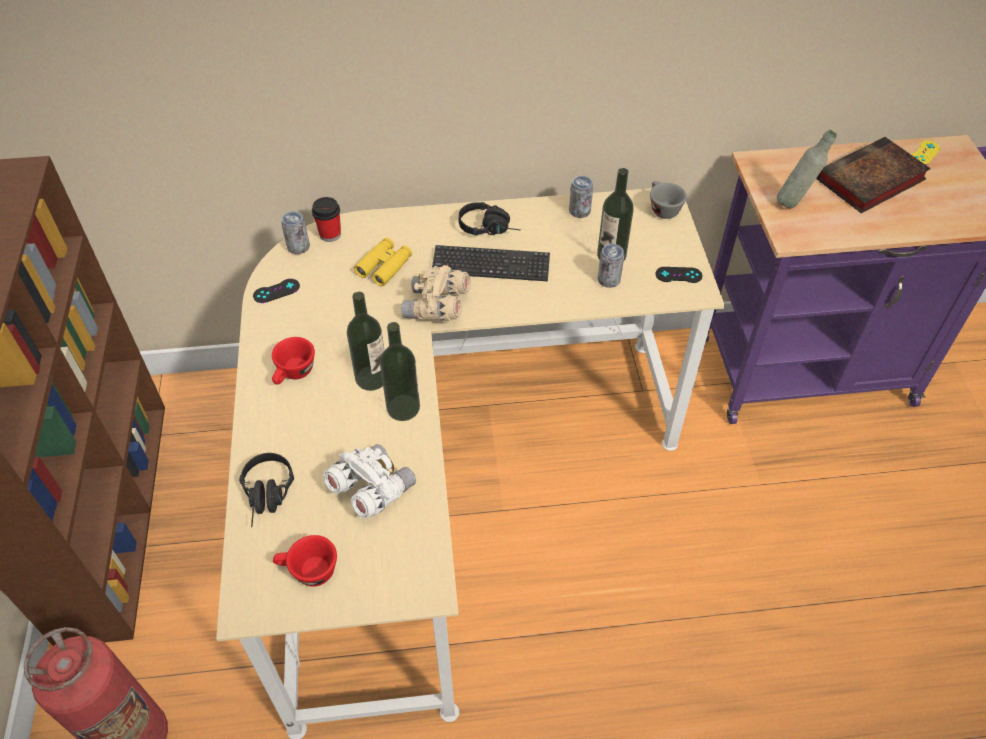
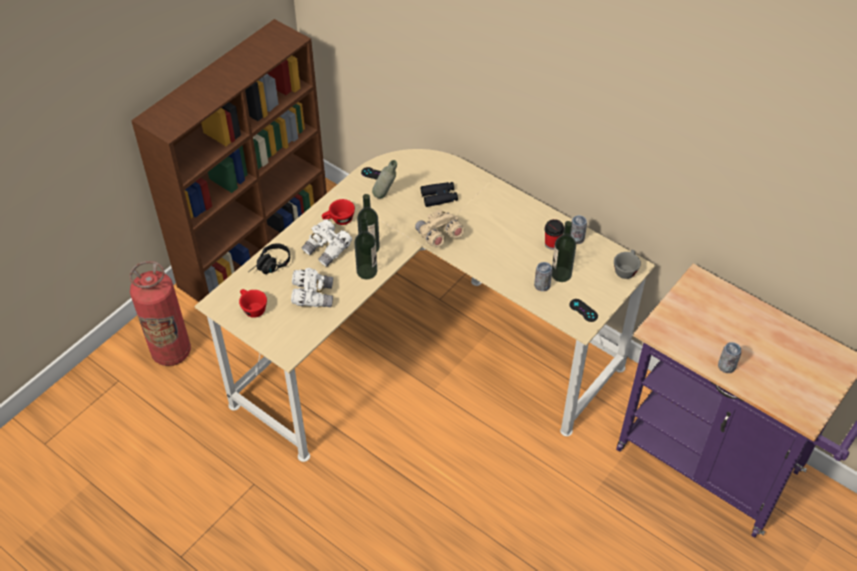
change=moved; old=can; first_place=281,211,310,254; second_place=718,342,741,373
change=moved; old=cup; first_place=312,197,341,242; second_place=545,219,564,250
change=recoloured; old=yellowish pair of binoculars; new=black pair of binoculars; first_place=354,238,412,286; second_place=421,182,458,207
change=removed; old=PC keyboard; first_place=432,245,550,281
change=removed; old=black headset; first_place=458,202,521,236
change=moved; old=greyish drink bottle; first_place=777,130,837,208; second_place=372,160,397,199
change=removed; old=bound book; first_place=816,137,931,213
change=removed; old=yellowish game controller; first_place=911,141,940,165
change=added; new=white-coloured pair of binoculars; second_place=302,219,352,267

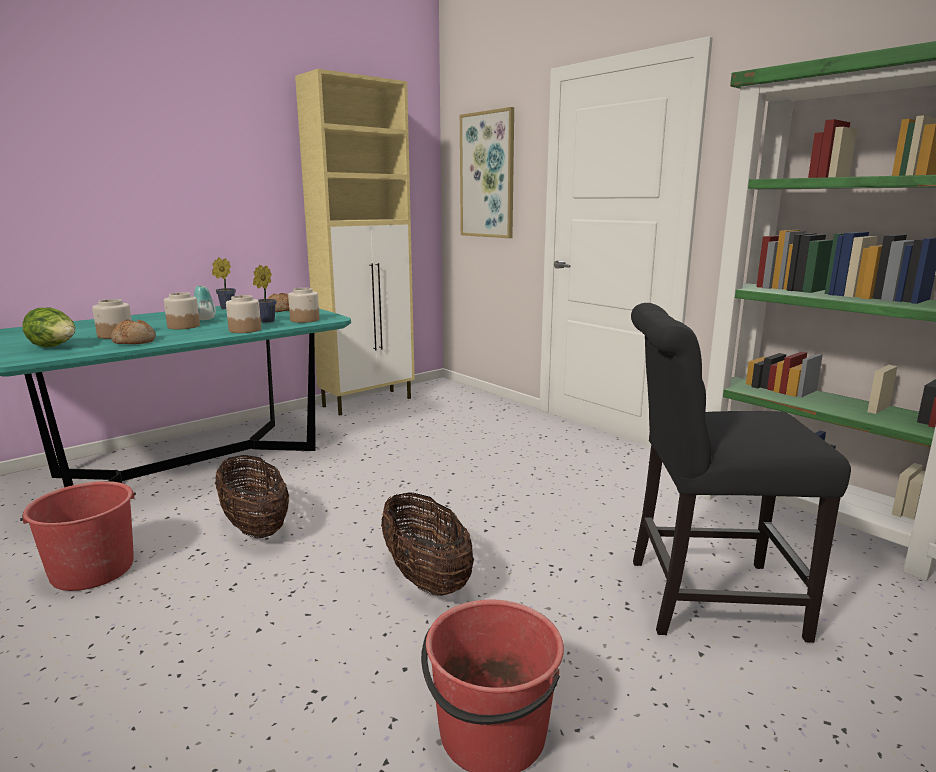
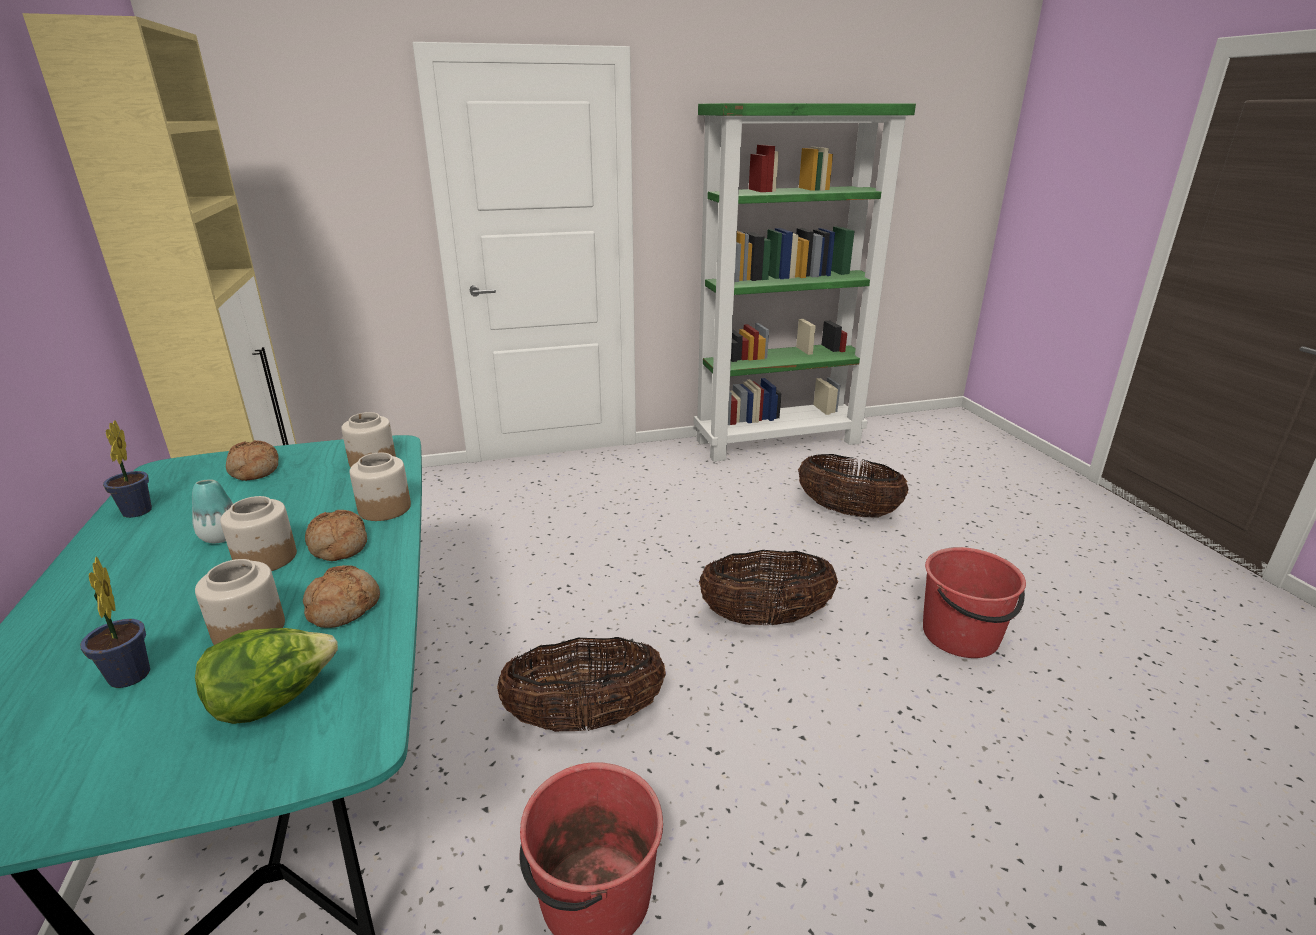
change=moved; old=plant in a pot; first_place=253,265,277,323; second_place=80,557,150,688
change=removed; old=picture; first_place=460,107,514,238
change=replaced; old=black chair; new=storage basket; first_place=631,303,851,643; second_place=798,454,908,518
change=added; new=bakery bread; second_place=305,510,367,561

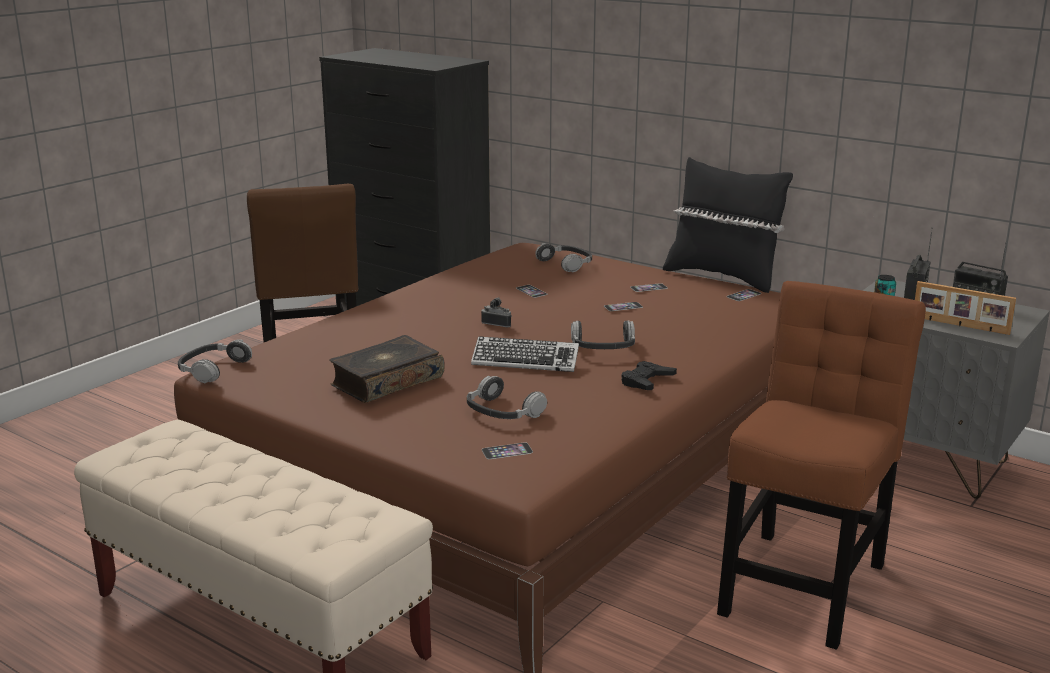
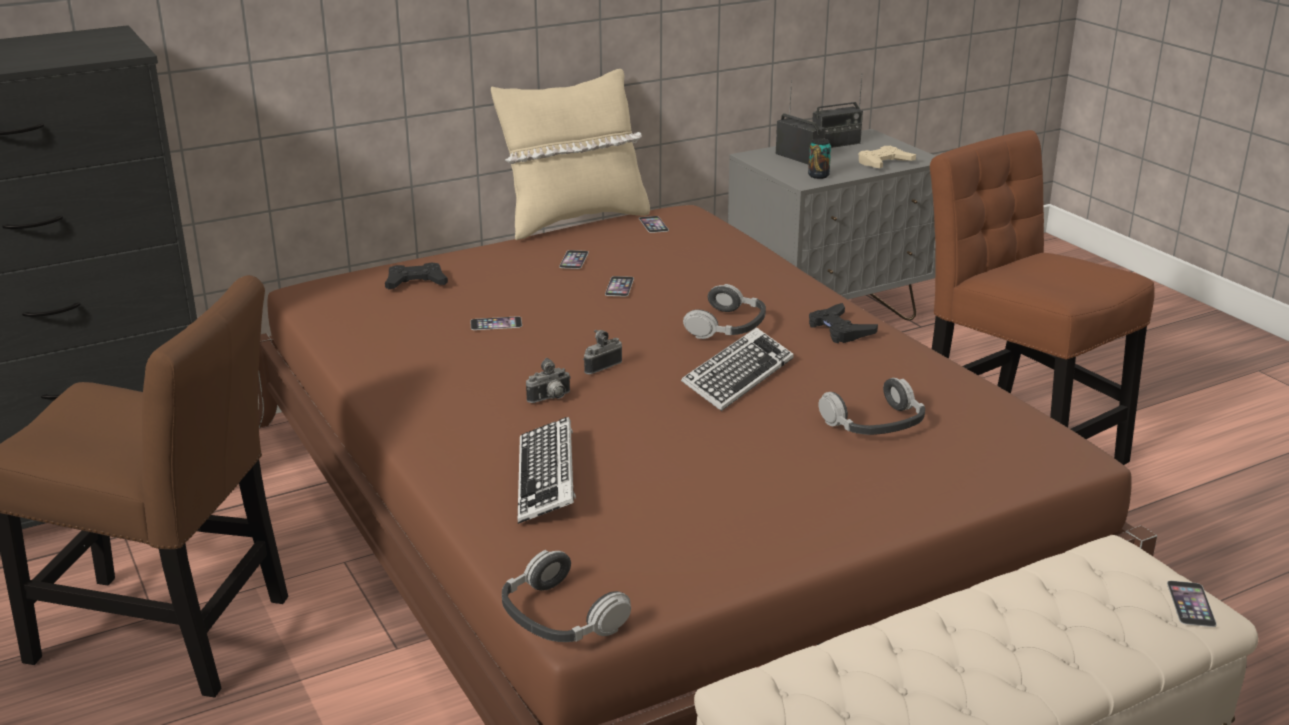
change=removed; old=bound book; first_place=330,335,445,403
change=moved; old=phone; first_place=482,442,533,459; second_place=1167,581,1217,627
change=replaced; old=headset; new=black game controller; first_place=535,243,592,272; second_place=385,263,448,289
change=recoloured; old=black cushion; new=beige cushion; first_place=663,157,793,293; second_place=491,69,650,240
change=replaced; old=photo frame; new=beige game controller; first_place=915,281,1016,335; second_place=858,146,916,168
change=added; new=PC keyboard; second_place=518,417,576,524
change=added; new=still camera; second_place=526,358,571,403

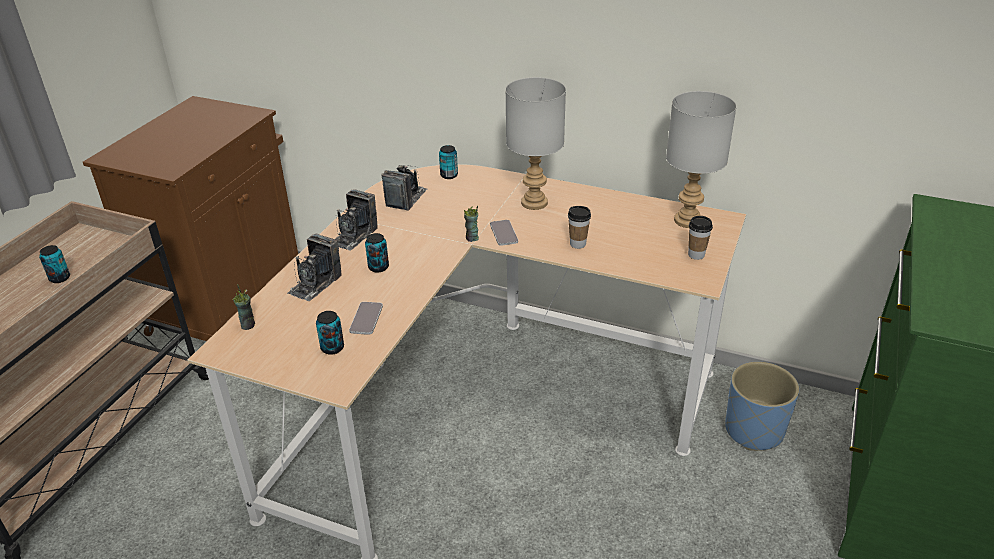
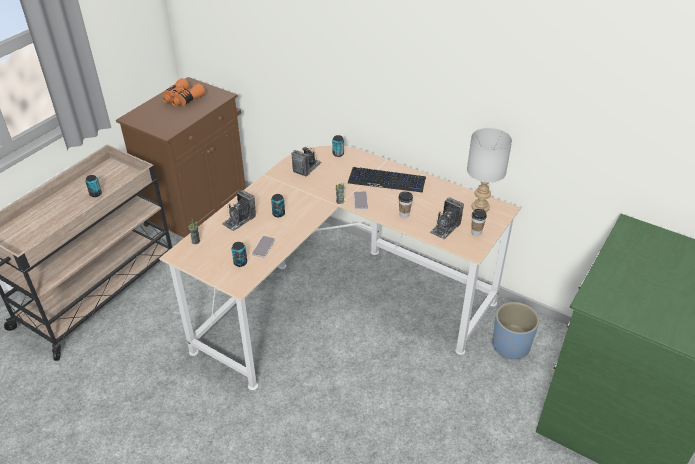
change=moved; old=still camera; first_place=335,189,378,250; second_place=430,197,464,239
change=replaced; old=greyish lamp for a table; new=PC keyboard; first_place=505,77,566,210; second_place=348,167,426,193
change=added; new=orangey pair of binoculars; second_place=163,78,205,106

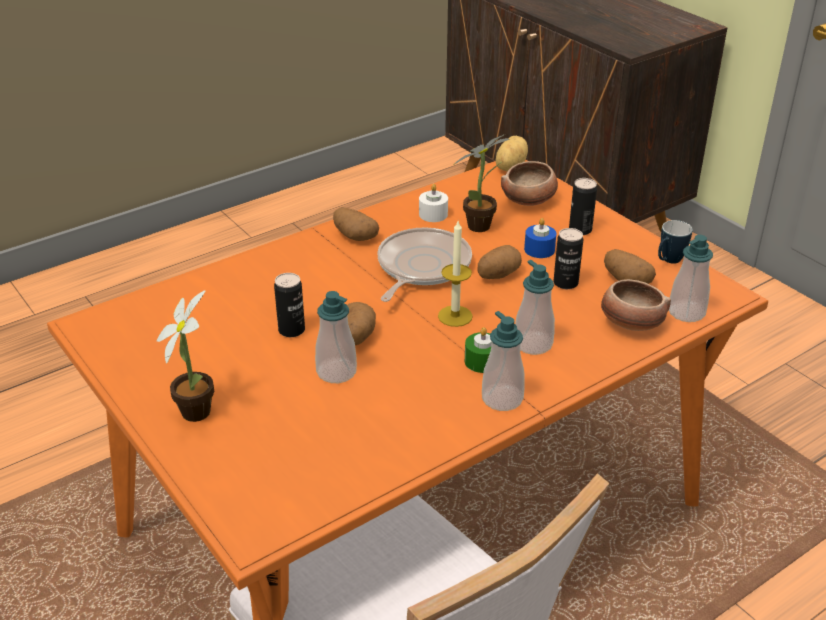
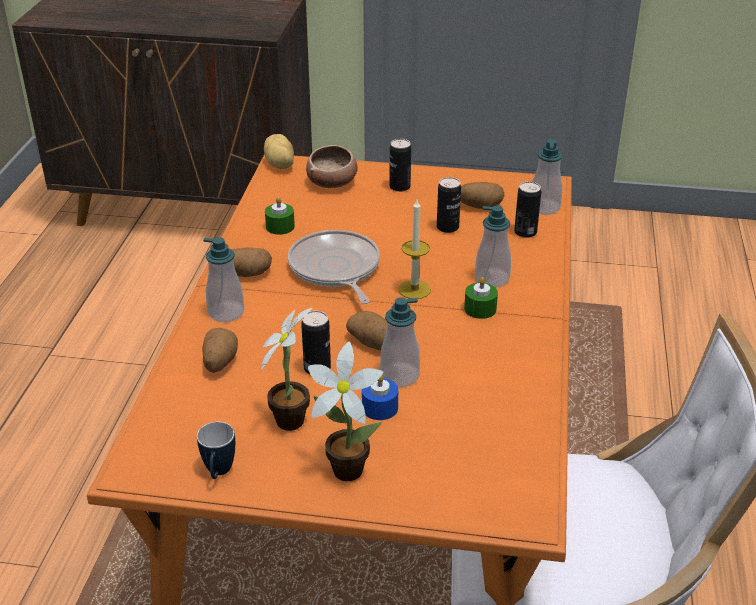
change=recoloured; old=white-coloured candle; new=green candle; first_place=419,184,448,222; second_place=265,197,295,235
change=moved; old=plant in a pot; first_place=453,134,510,232; second_place=261,308,312,431
change=moved; old=potato; first_place=477,245,522,279; second_place=203,328,238,373
change=moved; old=liquid soap bottle; first_place=482,311,525,411; second_place=203,237,244,322
change=moved; old=blue candle; first_place=524,218,557,258; second_place=362,376,398,420
change=replaced; old=serving bowl; new=can; first_place=601,279,671,331; second_place=514,182,541,238
change=moved; old=mug; first_place=658,220,693,264; second_place=197,422,235,479

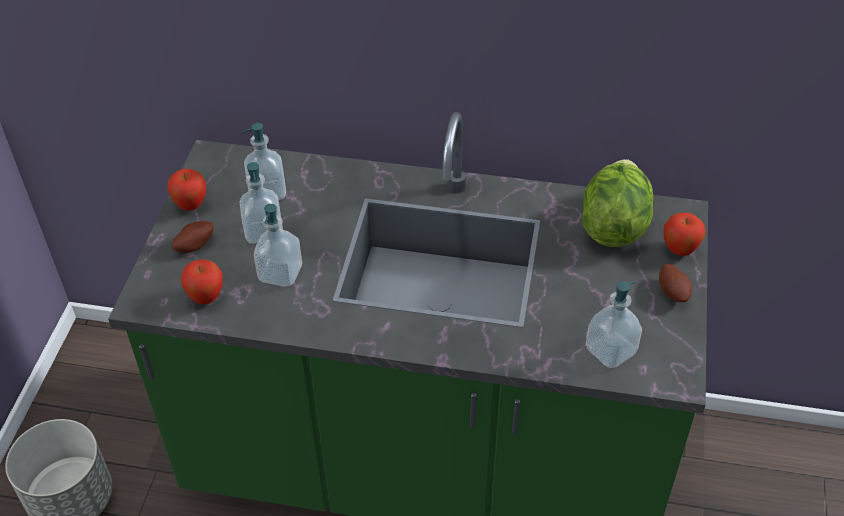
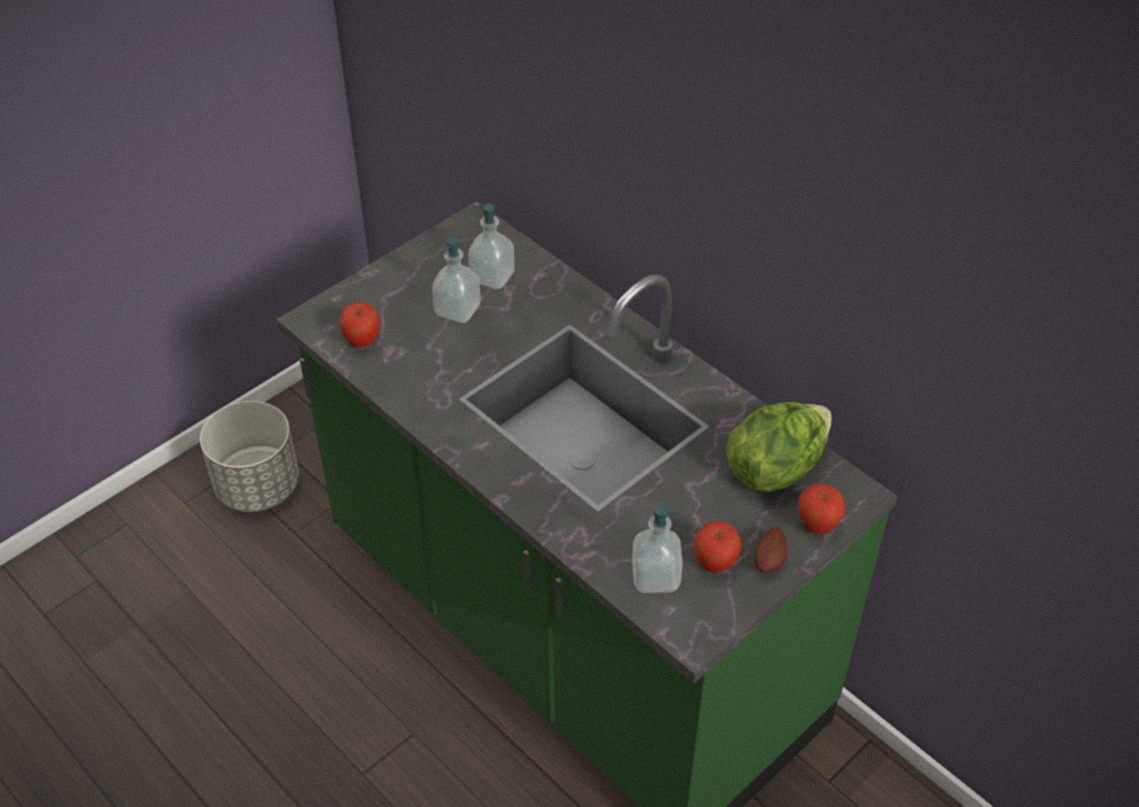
change=moved; old=apple; first_place=167,169,206,211; second_place=694,521,742,573
change=removed; old=potato; first_place=172,221,214,253
change=removed; old=liquid soap bottle; first_place=254,204,302,287

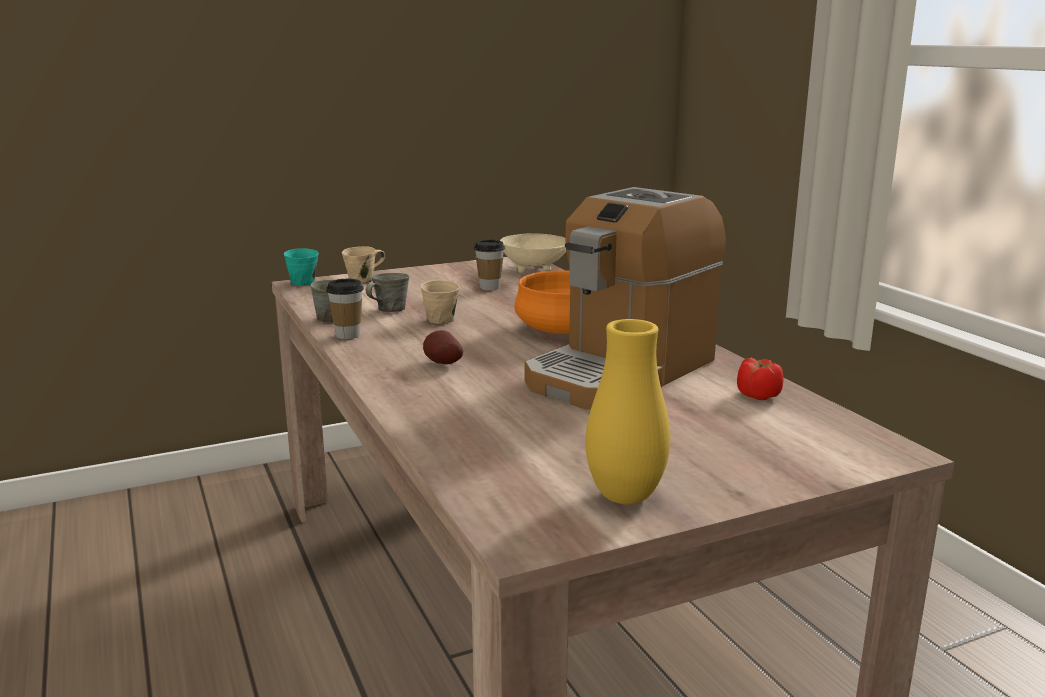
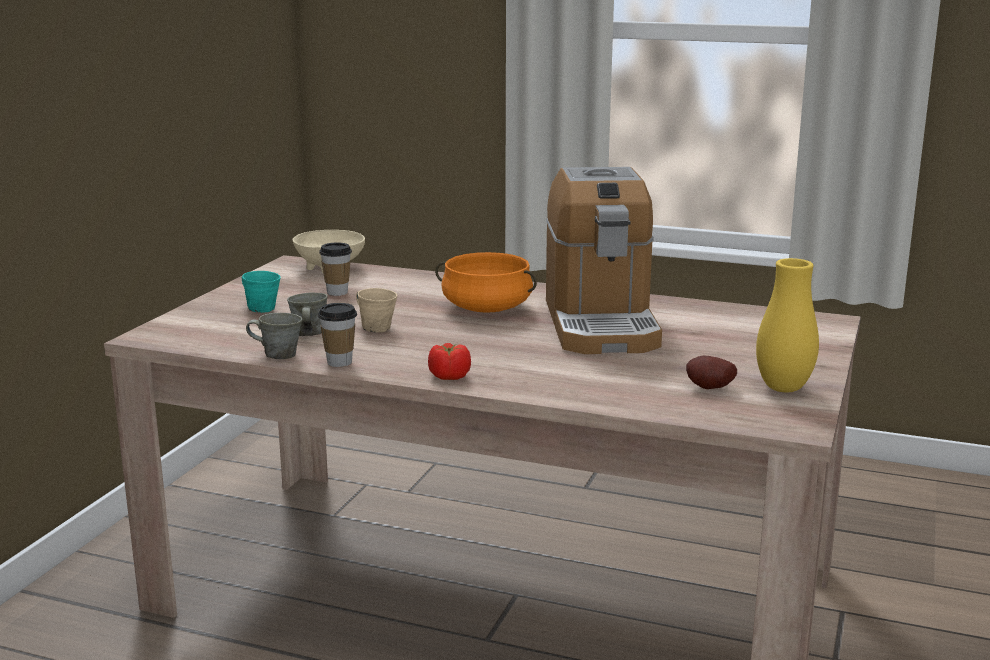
change=moved; old=turquoise mug; first_place=284,248,318,286; second_place=242,271,281,313
change=removed; old=beige mug; first_place=342,246,385,283
change=moved; old=potato; first_place=423,330,463,364; second_place=686,356,737,389
change=moved; old=whole tomato; first_place=737,358,783,400; second_place=428,343,471,380

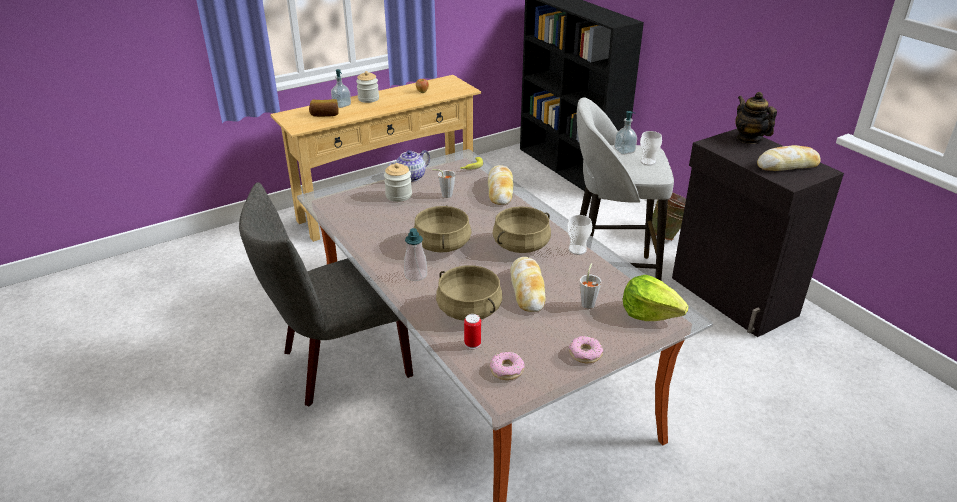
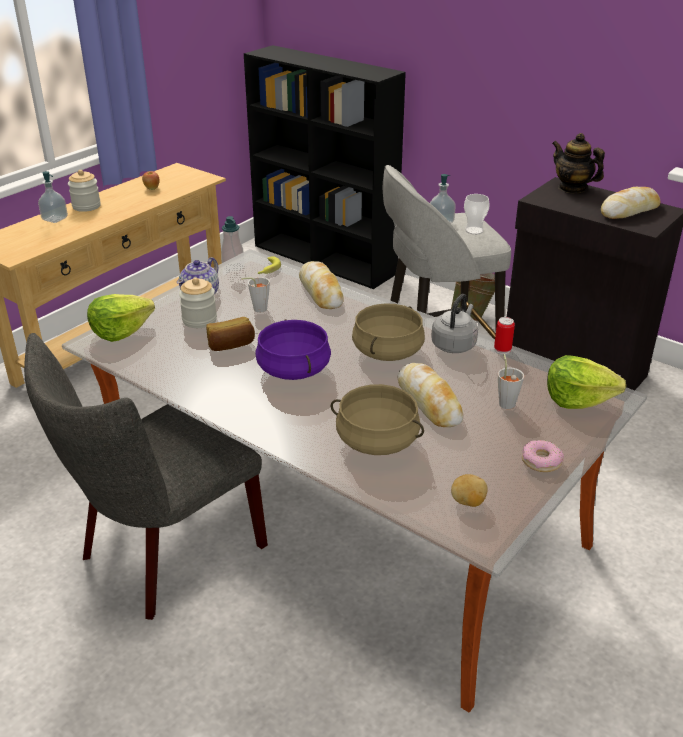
change=moved; old=bakery bread; first_place=309,99,339,117; second_place=206,317,255,351
change=moved; old=liquid soap bottle; first_place=404,228,427,281; second_place=221,216,245,271
change=recoloured; old=beige cooking pot; new=purplish cooking pot; first_place=414,205,472,253; second_place=255,319,331,380
change=moved; old=can; first_place=464,314,481,349; second_place=494,317,515,354
change=replaced; old=ring doughnut; new=potato; first_place=490,352,525,380; second_place=451,474,488,507
change=replaced; old=cup; new=greyish tea kettle; first_place=567,215,592,255; second_place=431,294,478,353
change=added; new=head of lettuce; second_place=87,294,155,342

